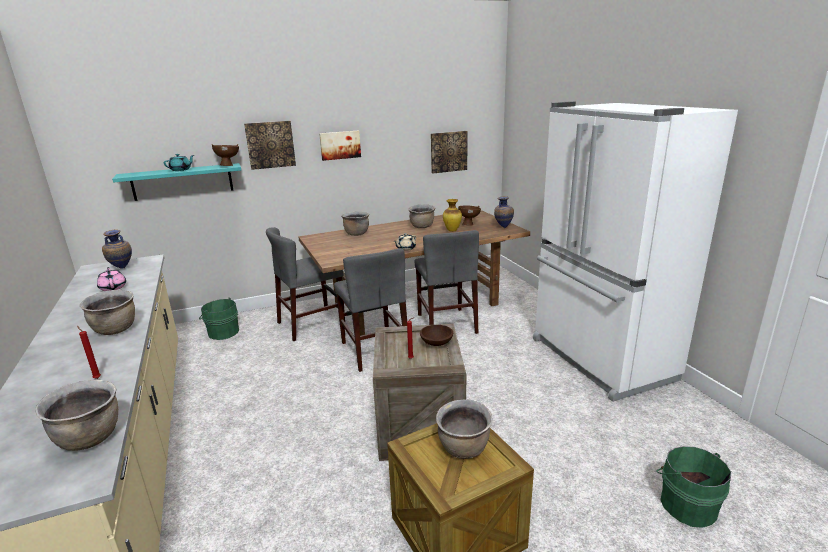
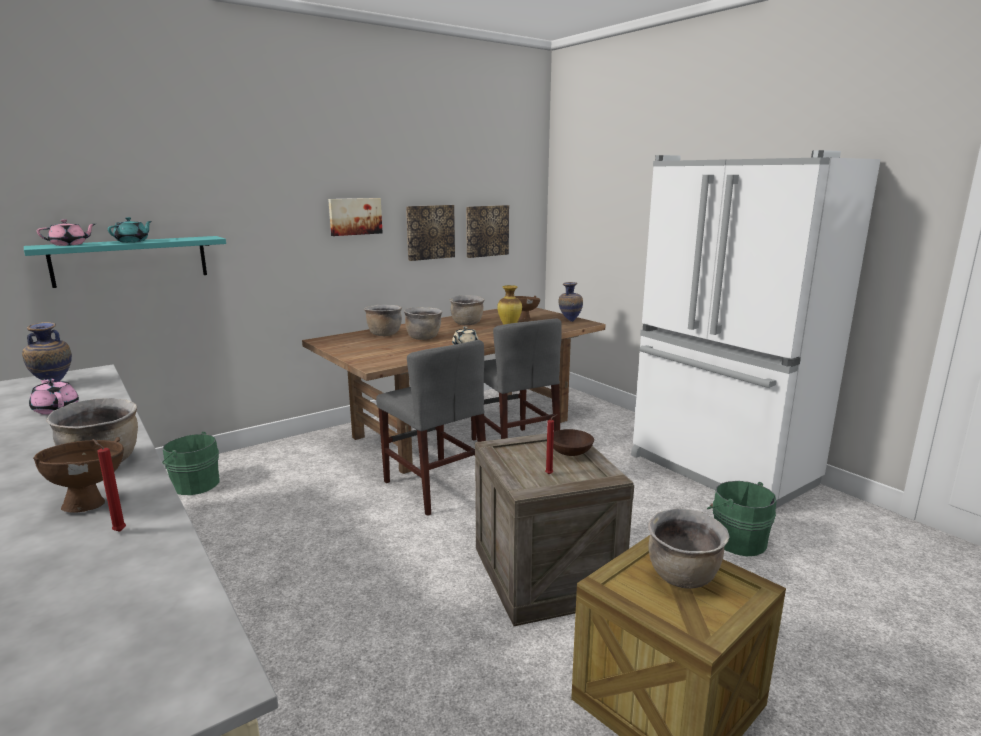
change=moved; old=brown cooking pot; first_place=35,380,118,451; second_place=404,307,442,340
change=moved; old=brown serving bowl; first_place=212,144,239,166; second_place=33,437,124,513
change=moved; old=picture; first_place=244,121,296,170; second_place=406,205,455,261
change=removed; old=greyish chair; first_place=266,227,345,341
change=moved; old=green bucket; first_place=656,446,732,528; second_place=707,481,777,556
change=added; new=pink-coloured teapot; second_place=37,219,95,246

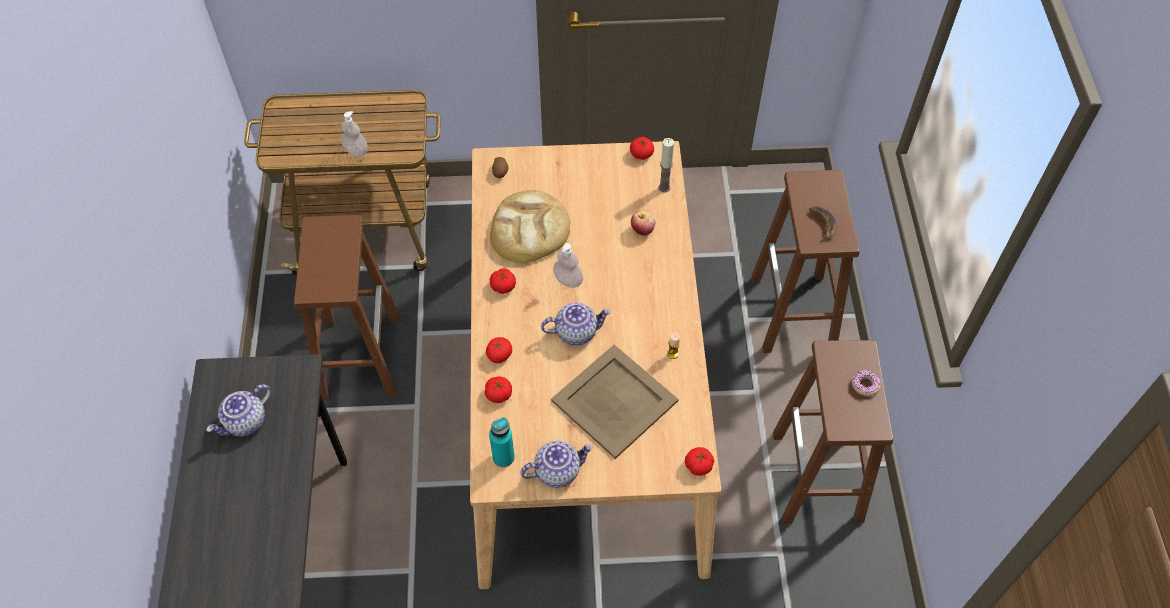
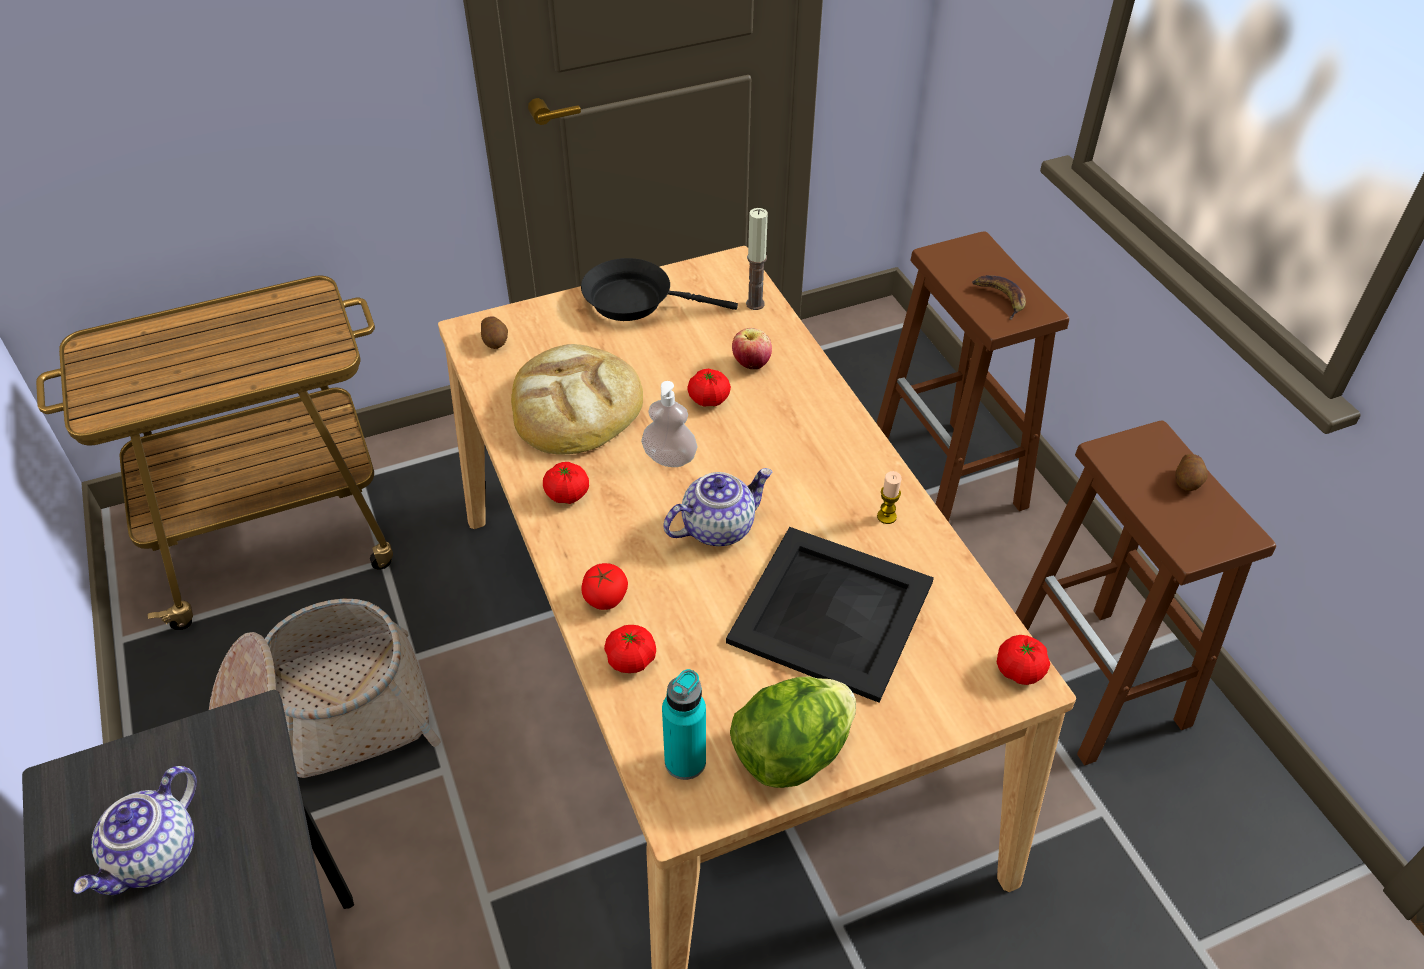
change=replaced; old=brown sitting stool; new=storage basket; first_place=294,215,399,399; second_place=209,599,441,778
change=removed; old=liquid soap bottle; first_place=341,111,368,157
change=replaced; old=teapot; new=head of lettuce; first_place=520,441,594,488; second_place=730,677,856,788
change=recoloured; old=beige tray; new=black tray; first_place=551,345,678,459; second_place=726,527,934,703
change=moved; old=whole tomato; first_place=630,137,654,160; second_place=687,369,731,406
change=replaced; old=ring doughnut; new=potato; first_place=852,370,881,396; second_place=1175,454,1208,491
change=added; new=black frying pan; second_place=581,258,738,321

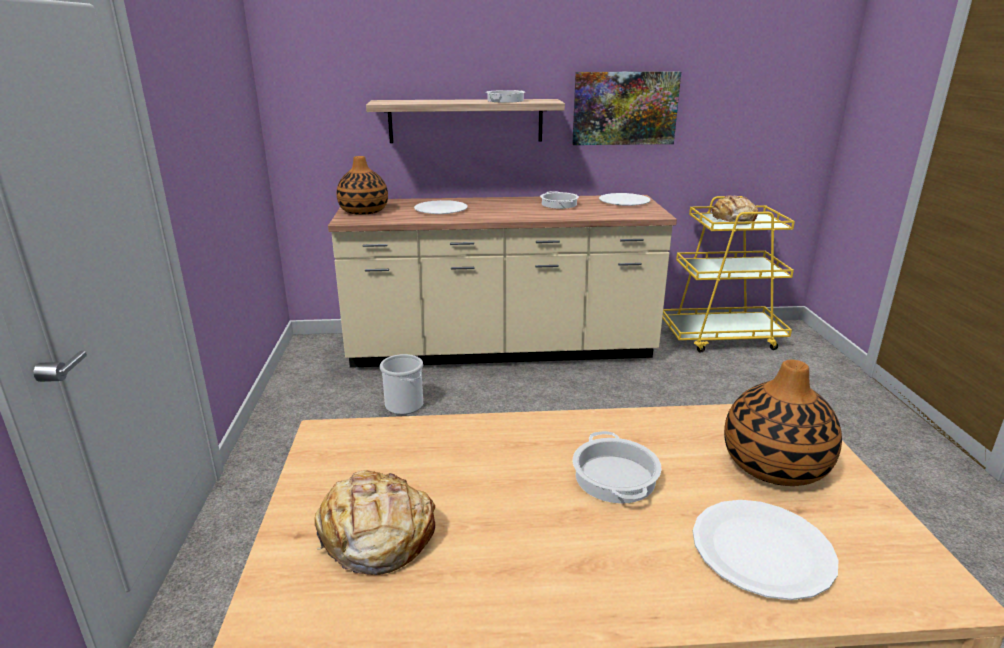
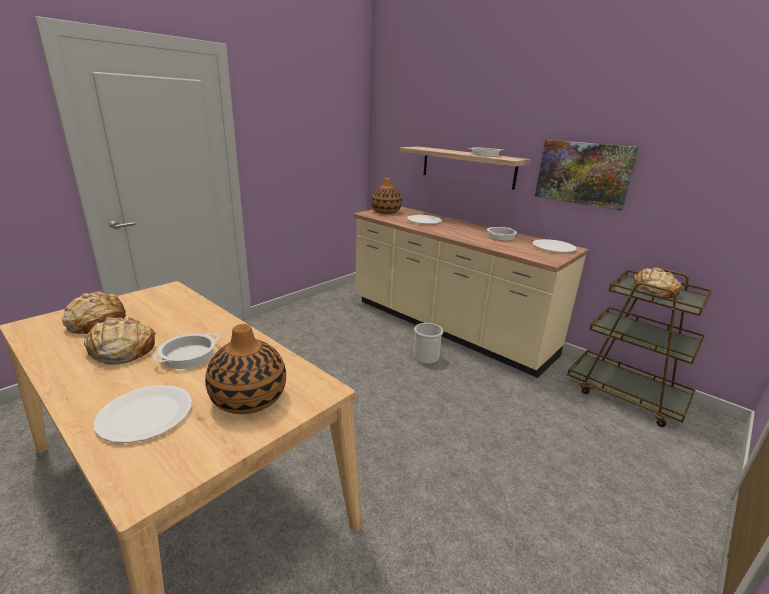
change=moved; old=bucket; first_place=380,354,423,415; second_place=413,323,443,364
change=recoloured; old=yellowish cart; new=brown cart; first_place=662,196,795,353; second_place=567,267,712,427
change=added; new=bakery bread; second_place=84,317,156,365

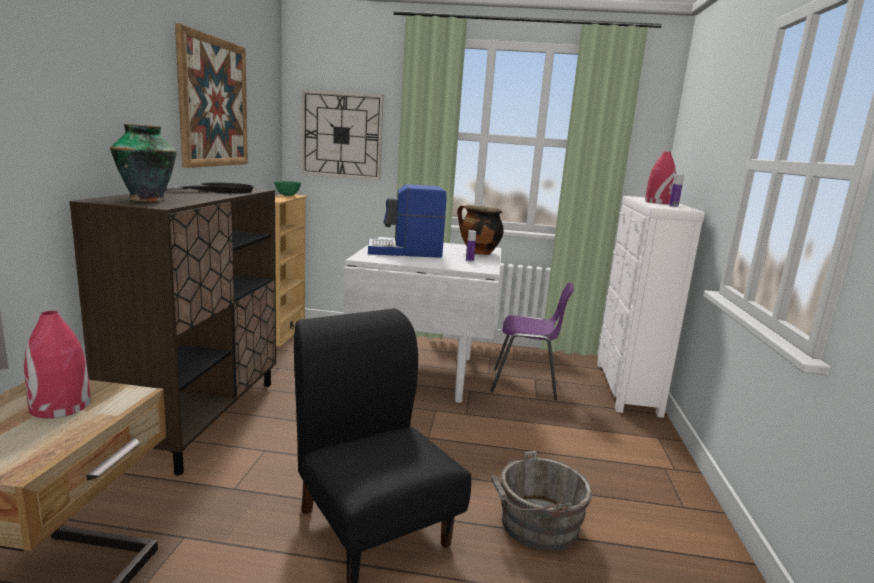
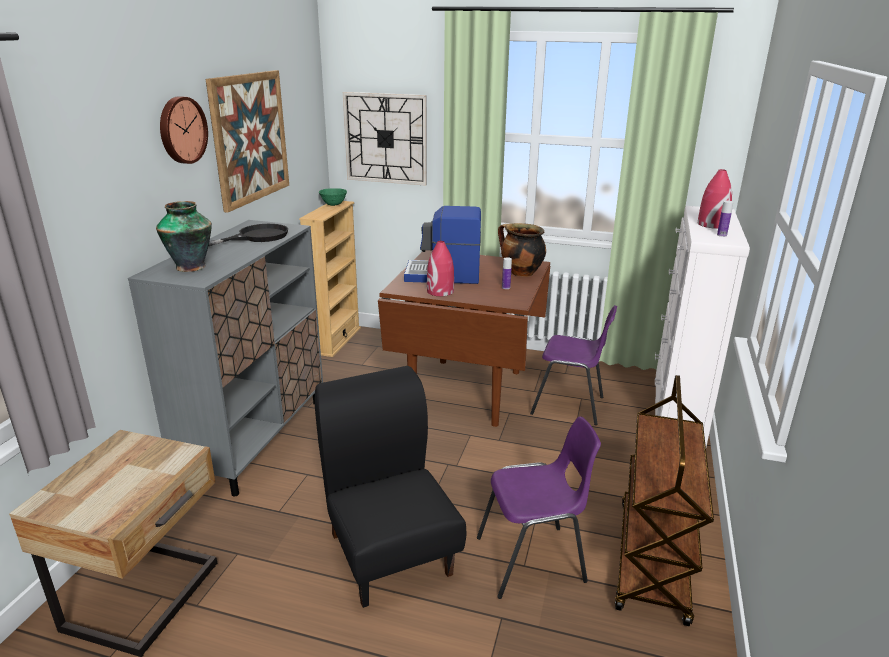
change=moved; old=red-coloured vase; first_place=24,311,91,418; second_place=427,241,454,296
change=recoloured; old=brown cupboard; new=greyish cupboard; first_place=69,188,276,476; second_place=128,220,323,496
change=recoloured; old=white-coloured dinner table; new=brown dinner table; first_place=343,237,502,403; second_place=378,250,550,427
change=replaced; old=greyish bucket; new=purplish chair; first_place=491,451,592,551; second_place=477,416,601,599
change=added; new=clock on the wall; second_place=160,96,208,164
change=added; new=brown cart; second_place=615,375,714,626

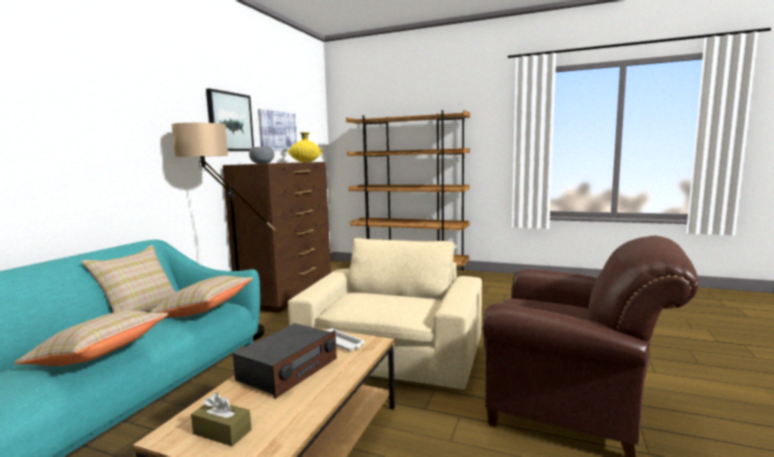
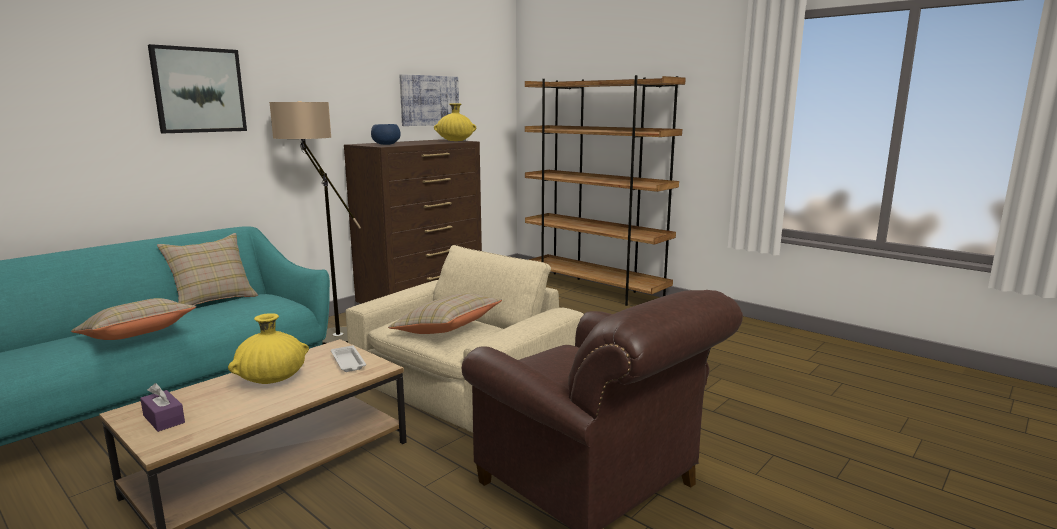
change=moved; old=beige cushion; first_place=149,276,253,317; second_place=388,293,502,334
change=recoloured; old=brown tissue holder; new=purplish tissue holder; first_place=191,393,252,446; second_place=140,383,185,432
change=moved; old=picture; first_place=206,88,254,151; second_place=148,44,247,133
change=replaced; old=radio set; new=yellowish vase; first_place=233,323,337,399; second_place=228,313,309,384
change=recoloured; old=greyish serving bowl; new=blue serving bowl; first_place=249,146,274,164; second_place=371,124,401,145

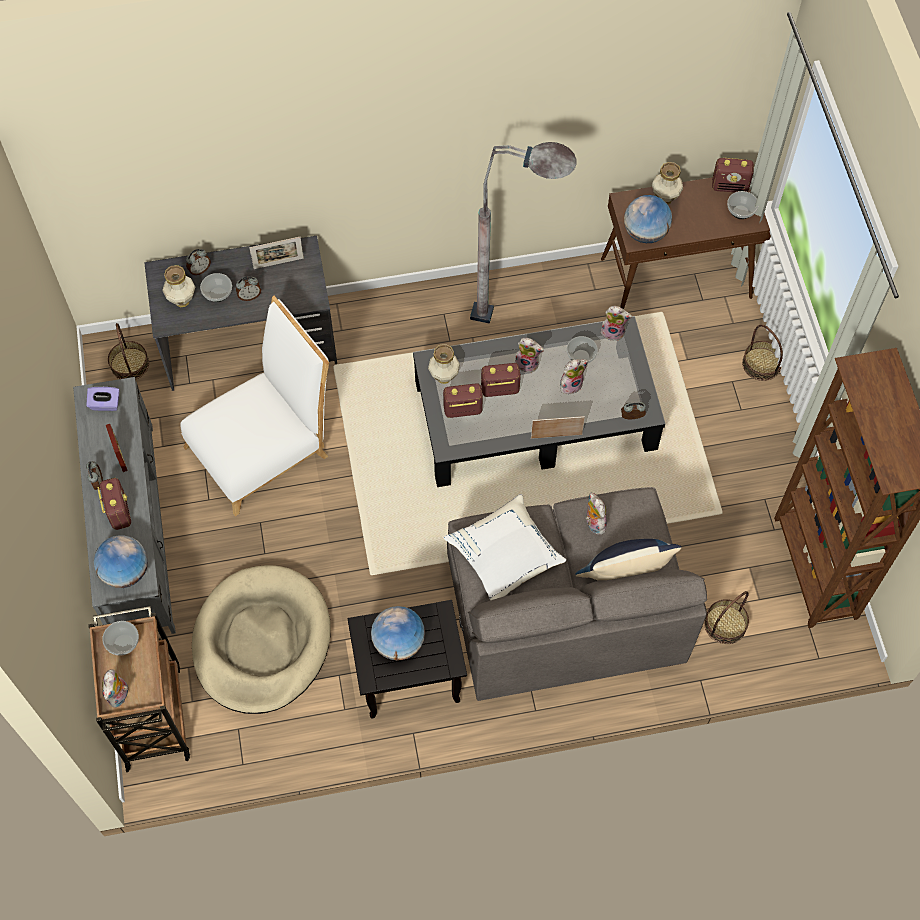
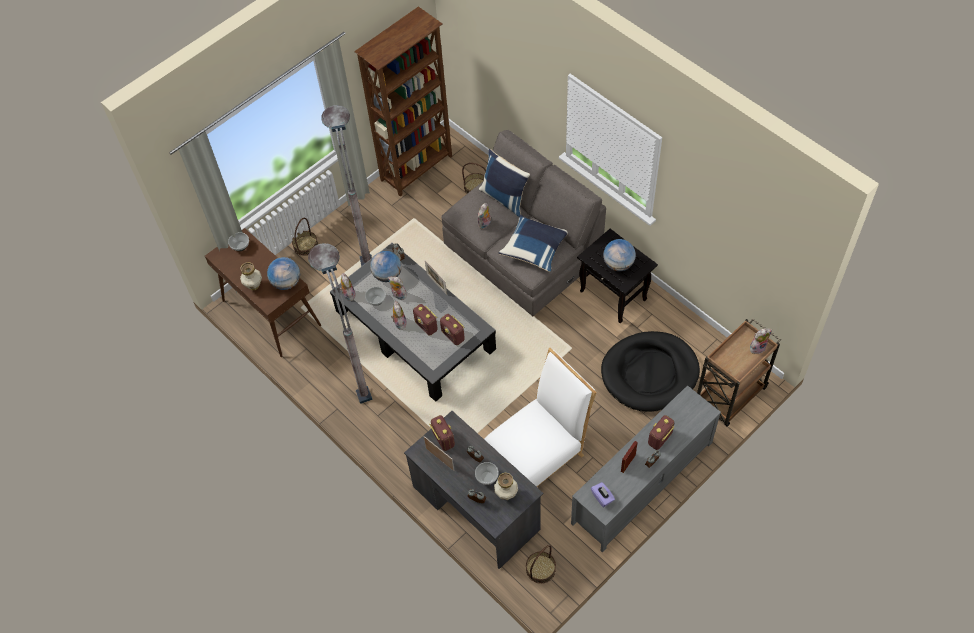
change=moved; old=world globe; first_place=94,535,148,588; second_place=370,251,402,282
change=removed; old=serving bowl; first_place=102,621,139,656
change=turned; old=white-coloured chair; first_place=180,296,329,516; second_place=484,348,597,487; degrees=120
change=recoloured; old=beige pet bed; new=black pet bed; first_place=192,565,331,714; second_place=601,331,700,412
change=removed; old=vase; first_place=428,344,460,384
change=recoloured; old=white-coloured cushion; new=blue cushion; first_place=444,494,566,600; second_place=498,215,568,272
change=moved; old=radio set; first_place=712,158,754,192; second_place=429,415,455,451
change=added; new=greyish standing lamp; second_place=321,105,372,266

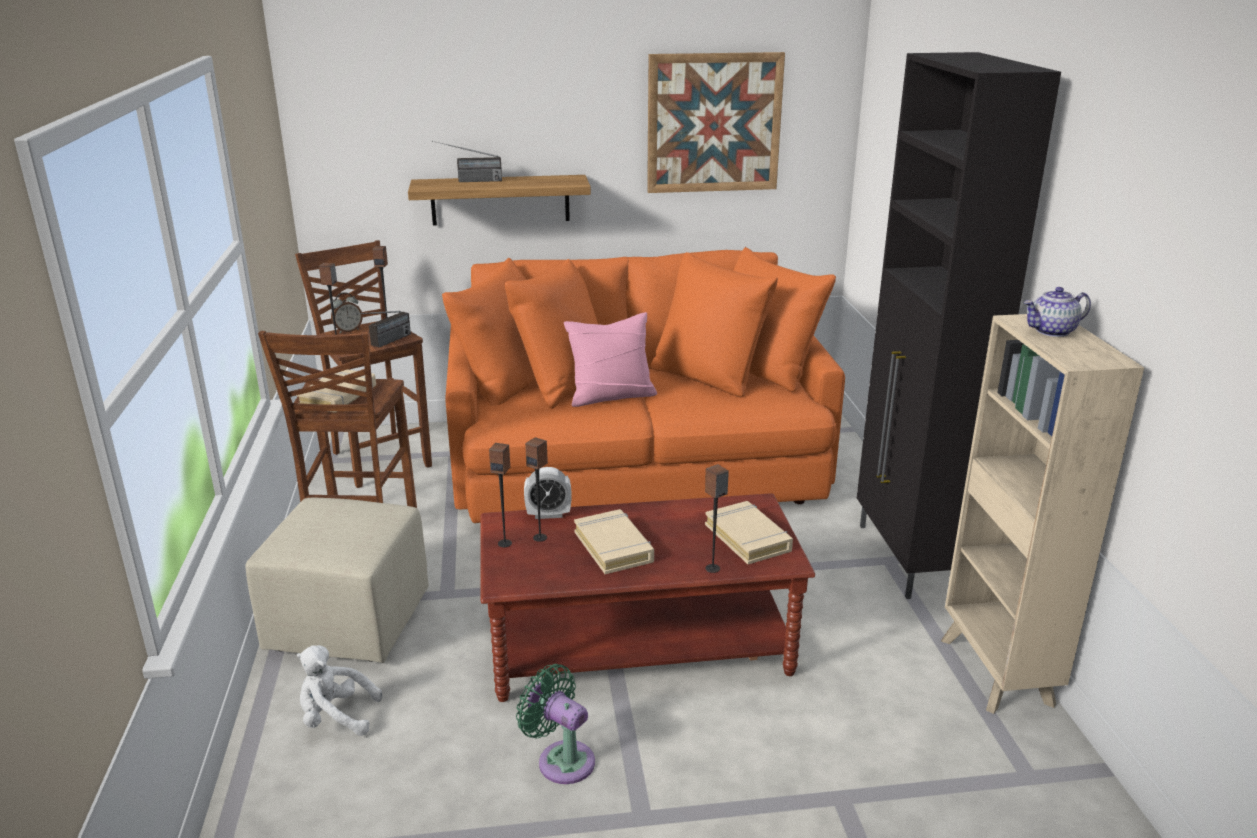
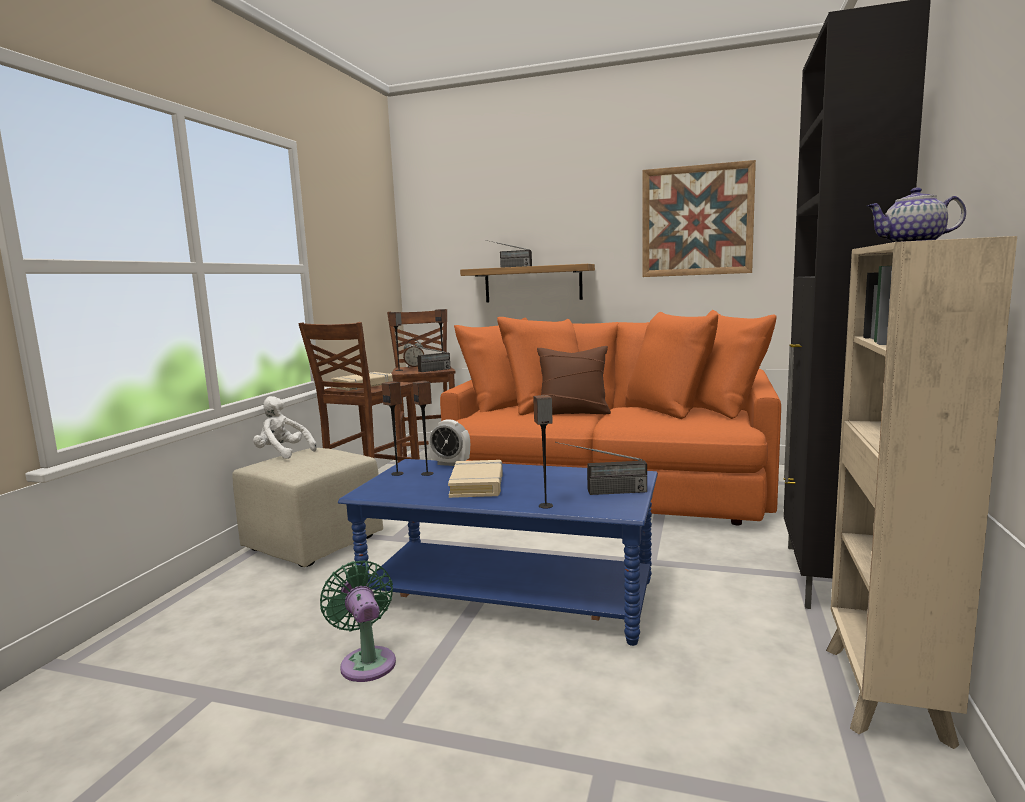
change=moved; old=white-coloured cuddly toy; first_place=297,645,383,736; second_place=253,396,317,459
change=recoloured; old=brown lounge table; new=blue lounge table; first_place=480,493,815,702; second_place=338,459,658,646
change=recoloured; old=pink-coloured cushion; new=brown cushion; first_place=564,312,657,407; second_place=537,346,611,415
change=replaced; old=beige bound book; new=radio set; first_place=705,501,793,564; second_place=555,442,647,495

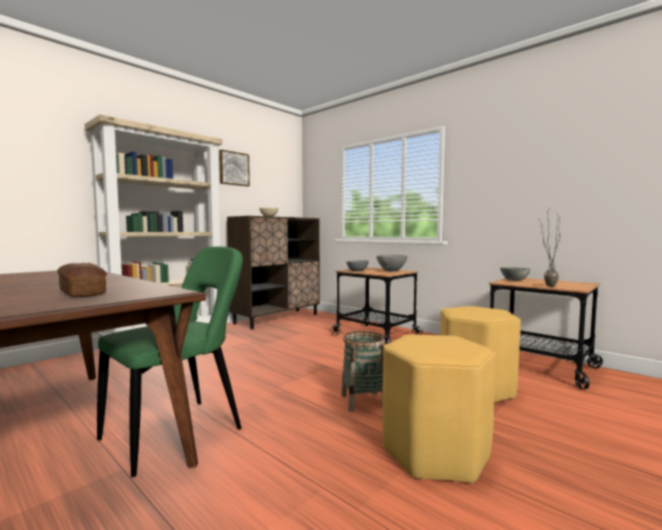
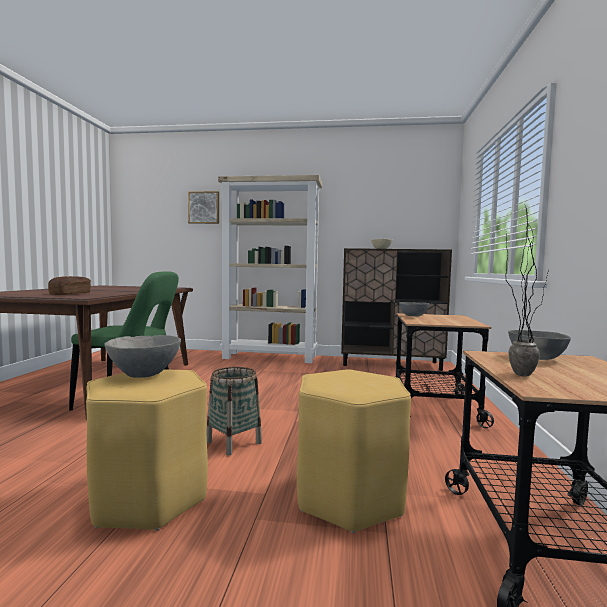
change=moved; old=picture; first_place=219,150,250,187; second_place=188,191,219,224
change=moved; old=greyish serving bowl; first_place=376,255,408,271; second_place=104,335,181,378

